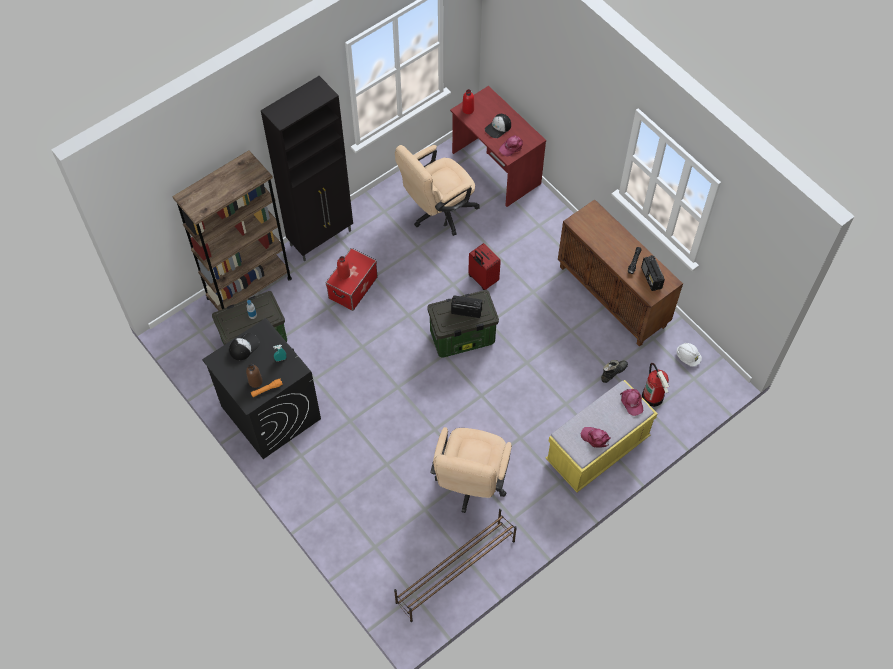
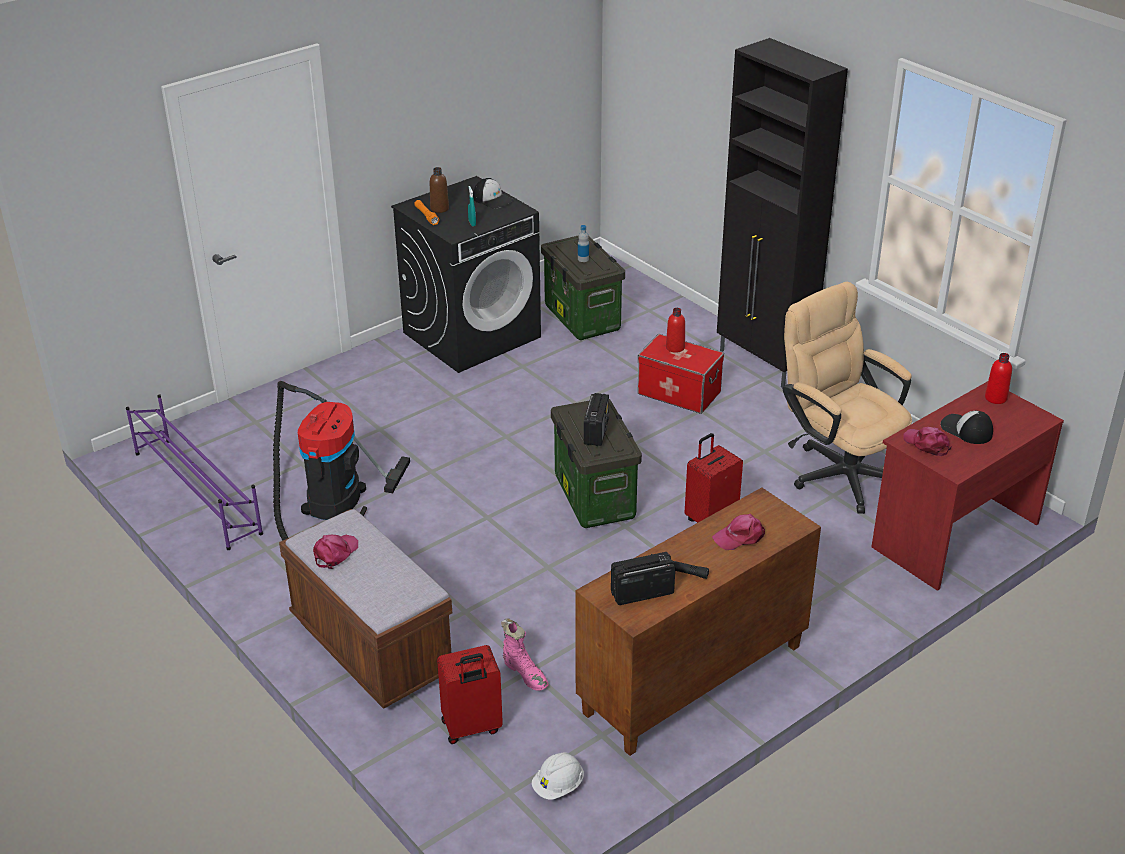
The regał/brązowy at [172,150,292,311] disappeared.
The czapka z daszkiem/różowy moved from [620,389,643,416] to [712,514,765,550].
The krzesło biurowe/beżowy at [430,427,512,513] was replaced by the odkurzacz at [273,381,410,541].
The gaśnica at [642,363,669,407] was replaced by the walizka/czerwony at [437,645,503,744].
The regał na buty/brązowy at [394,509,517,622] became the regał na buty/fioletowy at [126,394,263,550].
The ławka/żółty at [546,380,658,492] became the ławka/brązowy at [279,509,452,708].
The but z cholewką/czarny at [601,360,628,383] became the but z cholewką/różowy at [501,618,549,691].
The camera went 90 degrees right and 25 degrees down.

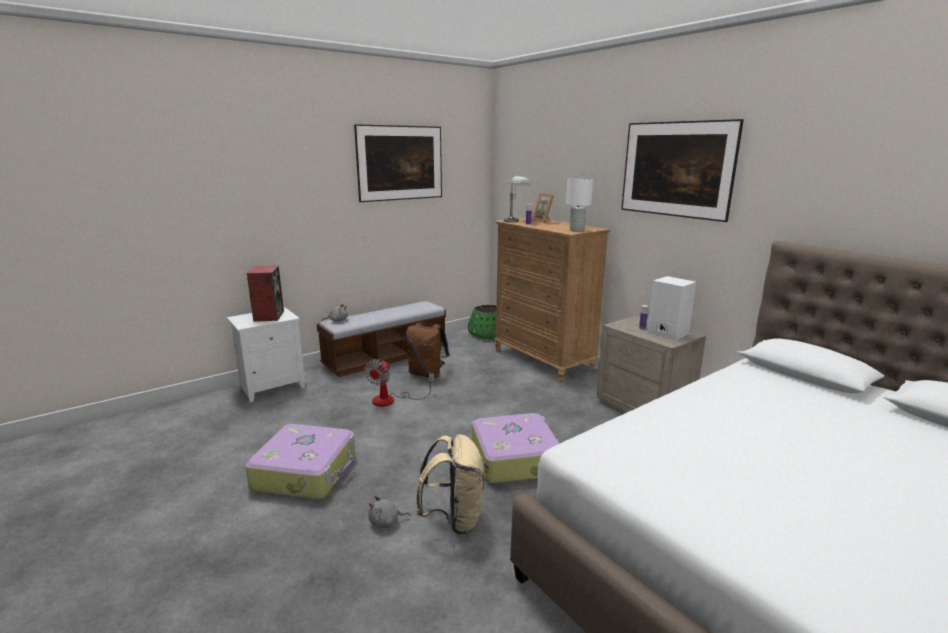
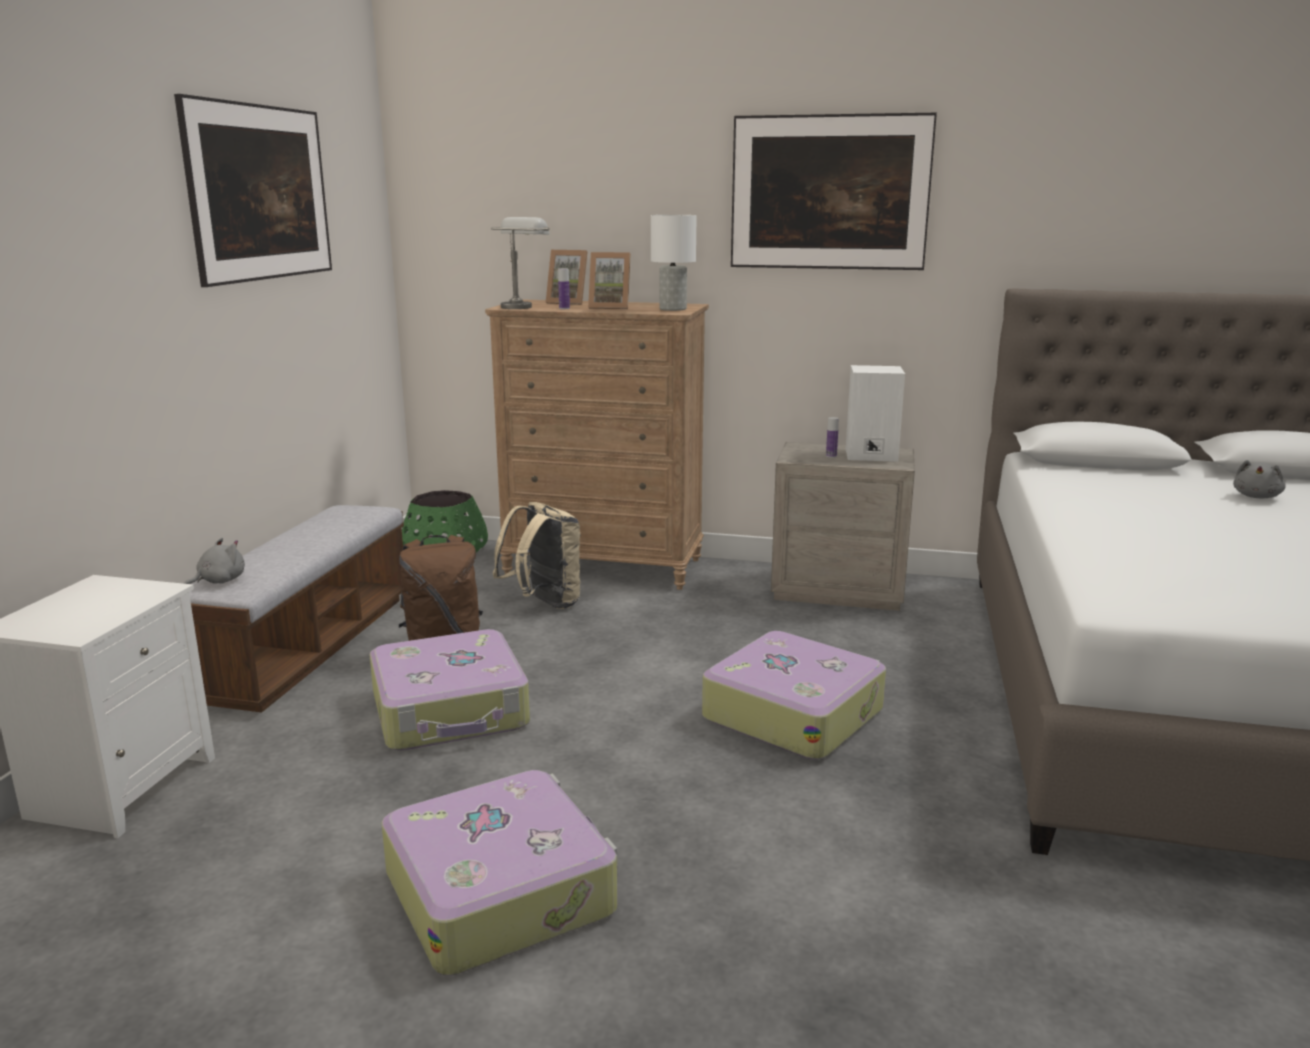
The głośnik at [247,266,284,322] disappeared.
The ramka na zdjęcie at [588,252,631,309] appeared.
The pluszak/szary moved from [368,495,411,528] to [1233,460,1286,498].
The plecak/beżowy moved from [416,434,484,535] to [493,502,581,609].
The wentylator at [364,359,434,407] was replaced by the walizka at [370,629,530,751].
The camera went 40 degrees left and 0 degrees up.

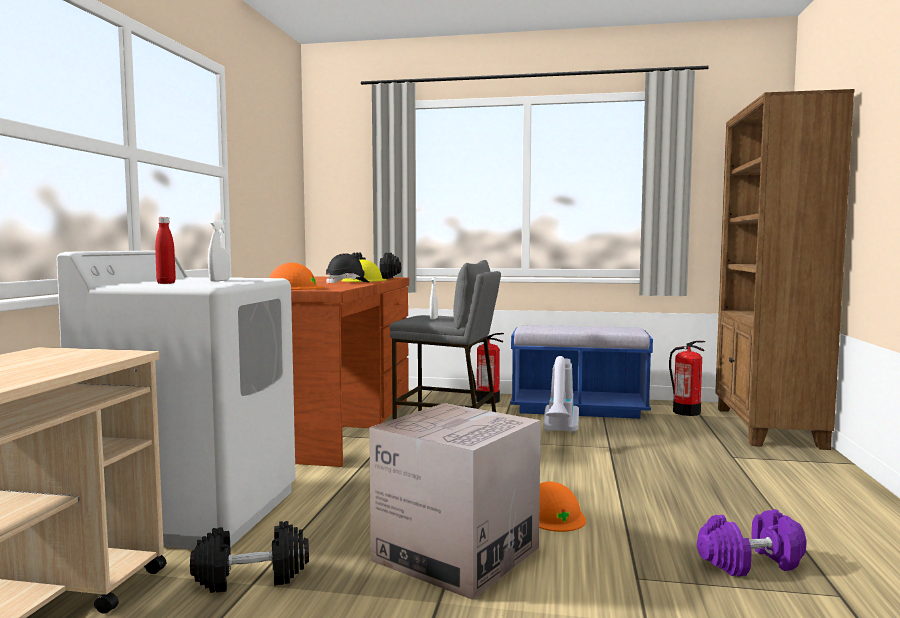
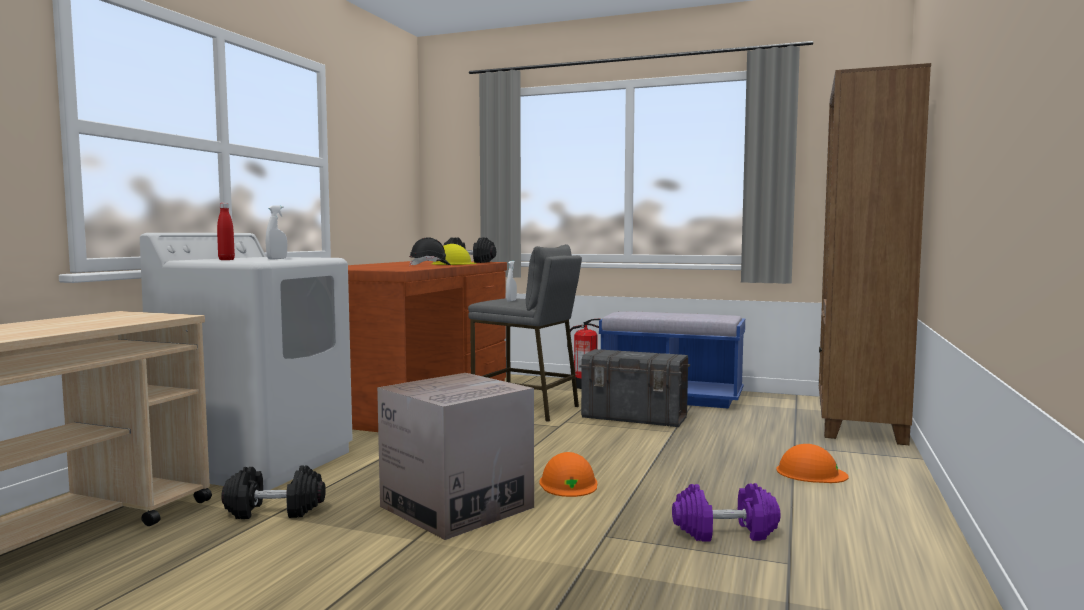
The gaśnica at [669,341,705,416] disappeared.
The kask/pomarańczowy moved from [269,263,325,290] to [776,444,849,483].
The odkurzacz at [543,356,579,434] was replaced by the pojemnik do przechowywania/szary at [579,349,690,427].
The camera went 10 degrees right and 0 degrees up.

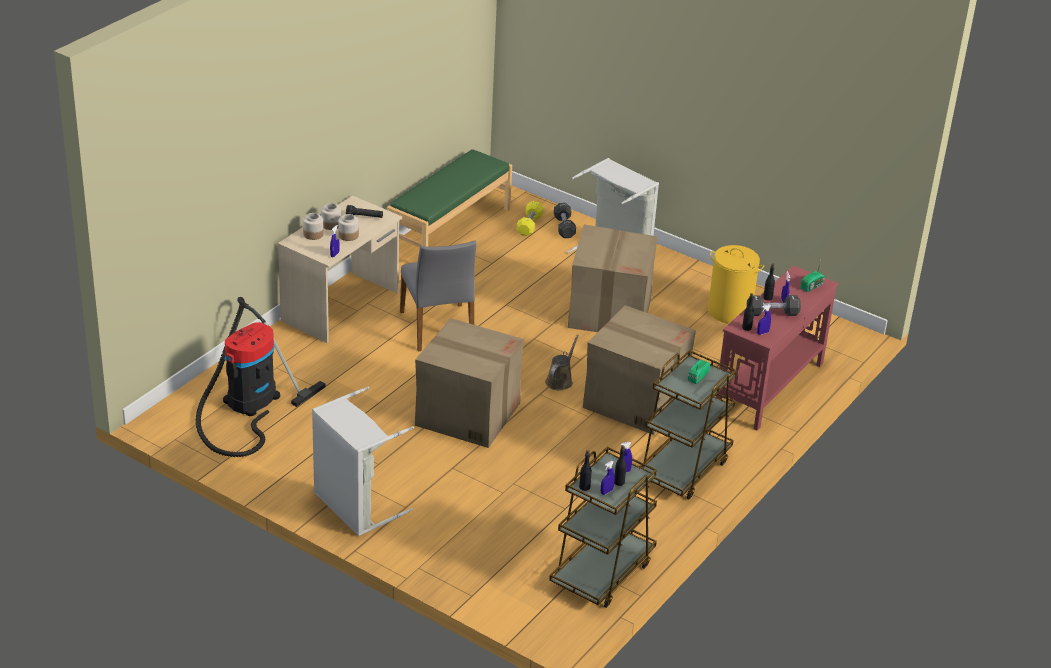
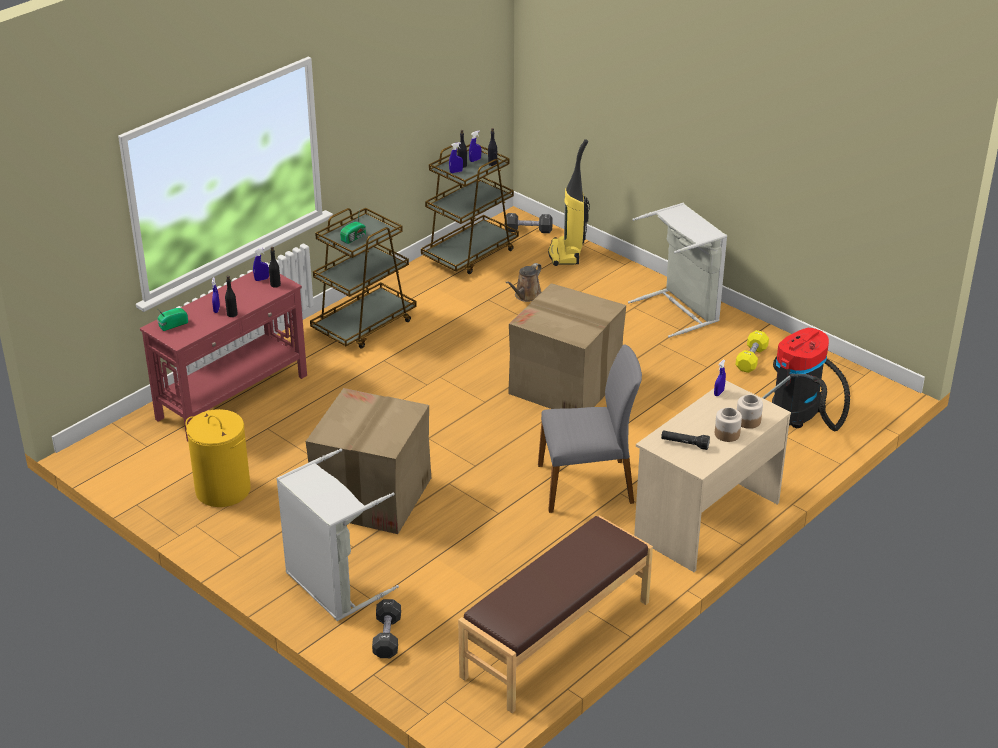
The słoik at [338,214,359,241] disappeared.
The karton at [583,305,696,435] disappeared.
The odkurzacz at [548,139,590,266] appeared.
The hantel/żółty moved from [516,201,544,236] to [736,330,769,373].
The konewka/brązowy moved from [545,335,579,391] to [505,263,541,302].
The hantel/czarny moved from [746,295,801,316] to [505,213,553,233].
The ławka/zielony at [387,149,512,248] became the ławka/brązowy at [458,515,653,713].
The krzesło/szary at [400,240,476,351] turned 90 degrees clockwise.
The camera went 170 degrees left and 0 degrees up.

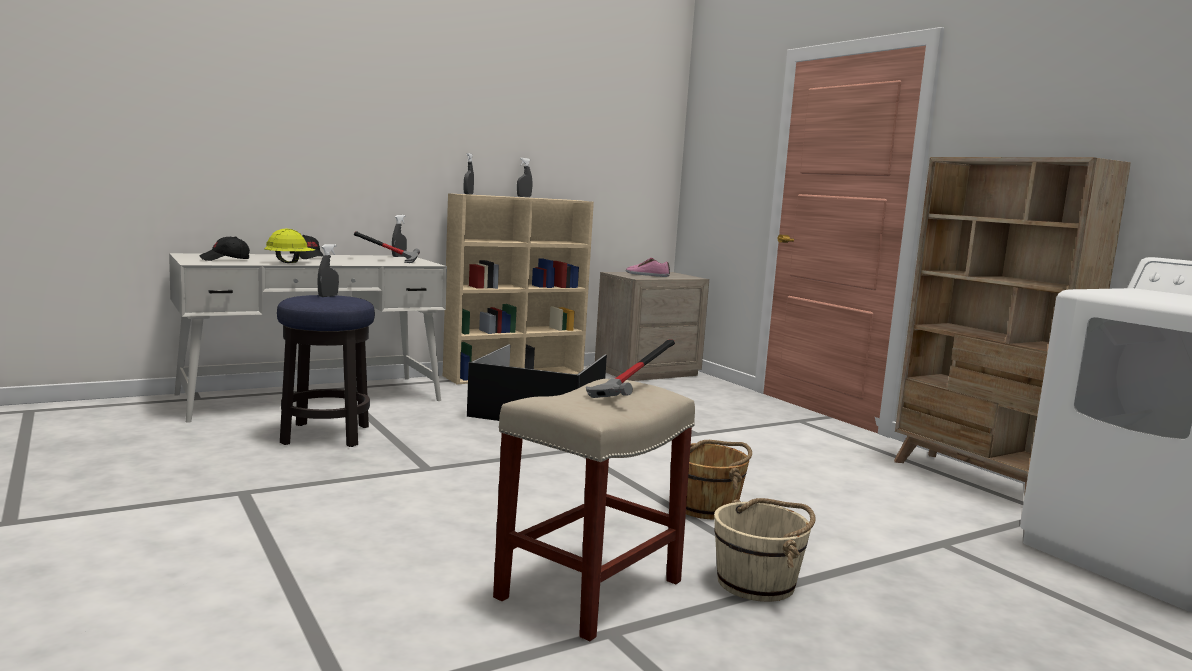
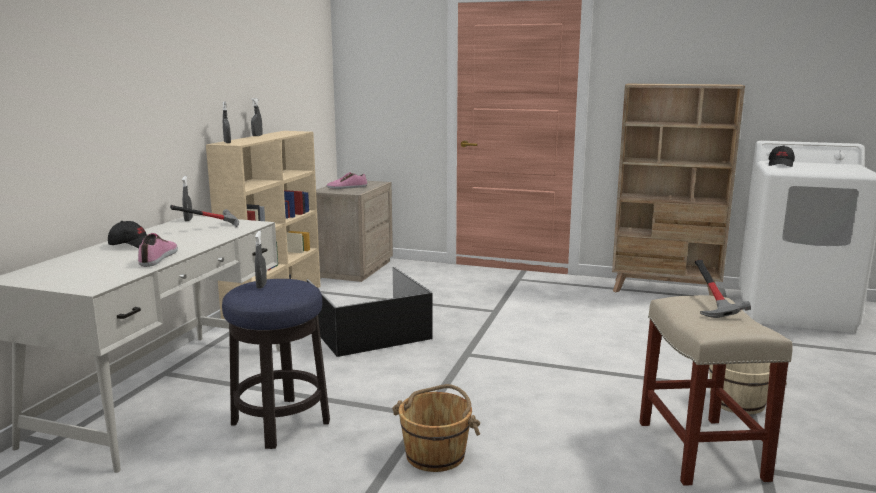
The czapka z daszkiem/czarny moved from [199,236,250,261] to [769,145,795,167].
The wiadro/brązowy moved from [686,440,752,519] to [392,384,480,472].
The kask/żółty at [264,228,315,263] was replaced by the but at [138,233,178,267].
The camera went 40 degrees left and 5 degrees up.

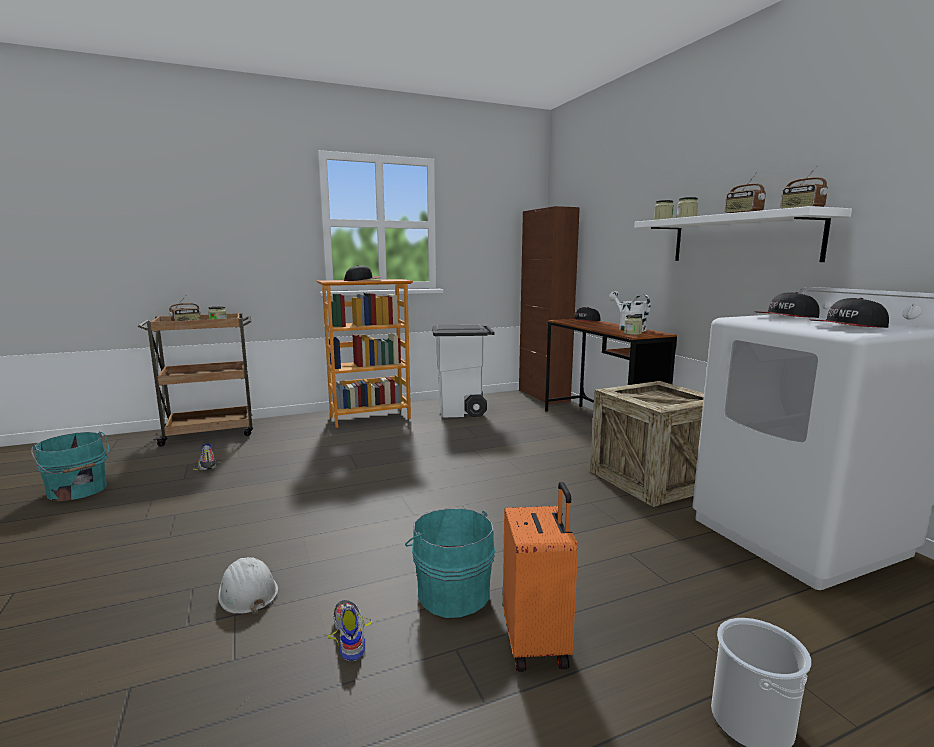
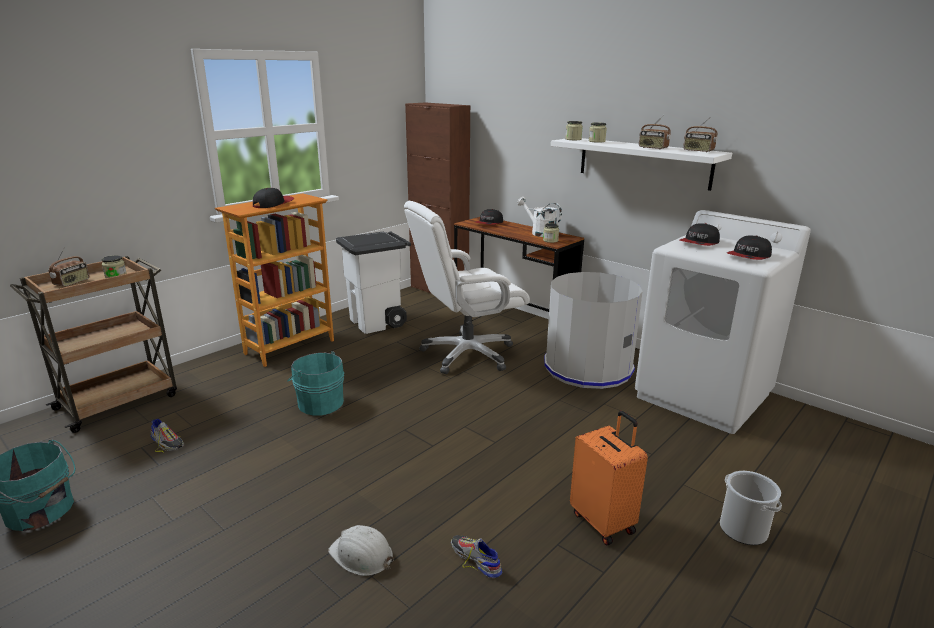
The krzesło biurowe/biały at [404,201,530,374] appeared.
The wiadro/turkusowy moved from [405,508,495,618] to [287,351,344,416].
The skrzynka at [590,381,704,507] was replaced by the kosz na śmieci/szary at [544,272,643,389].
The camera went 25 degrees left and 10 degrees up.

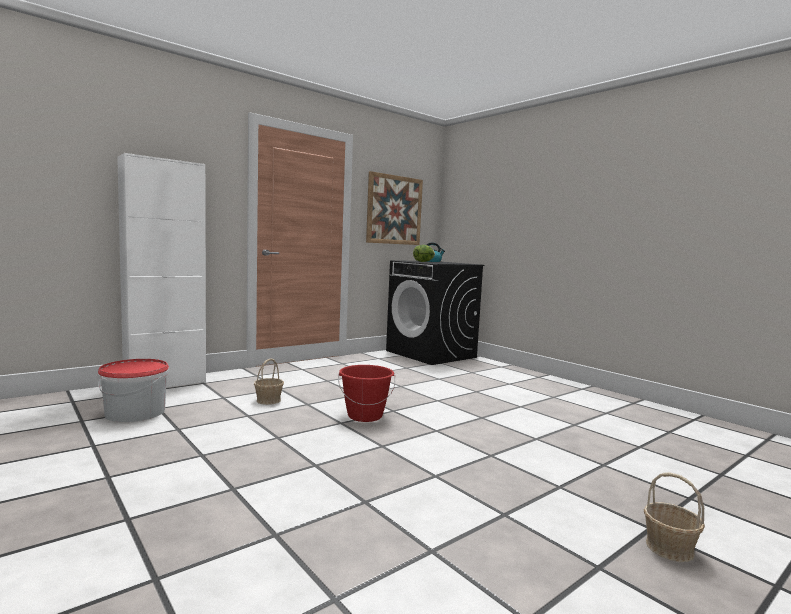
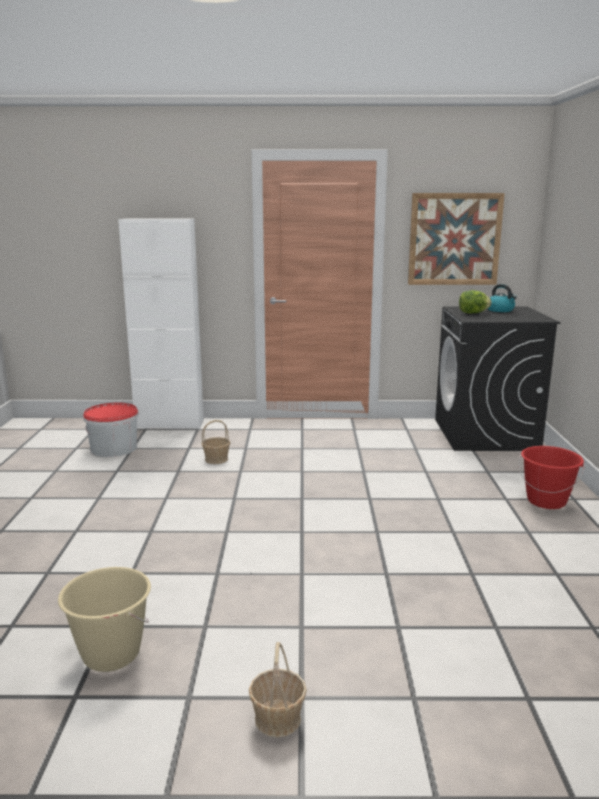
The wiadro/beżowy at [58,567,151,672] appeared.
The wiadro/czerwony moved from [338,365,395,422] to [519,446,585,509].
The camera went 40 degrees right and 10 degrees up.

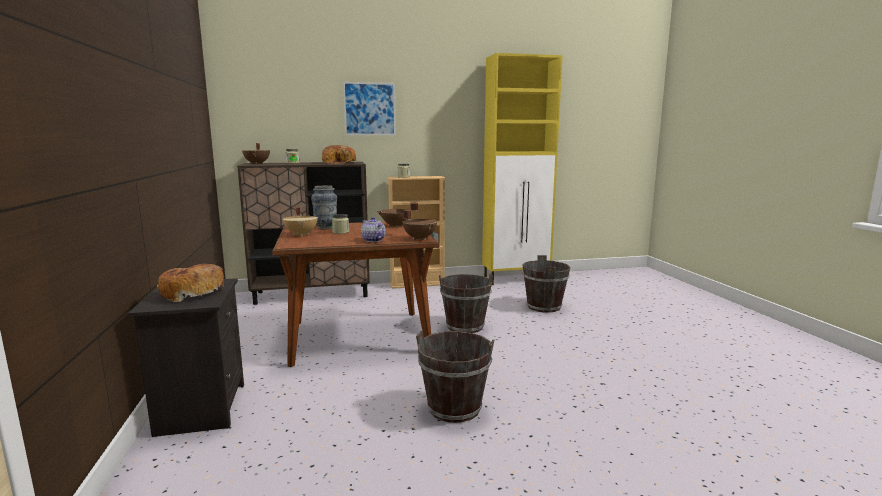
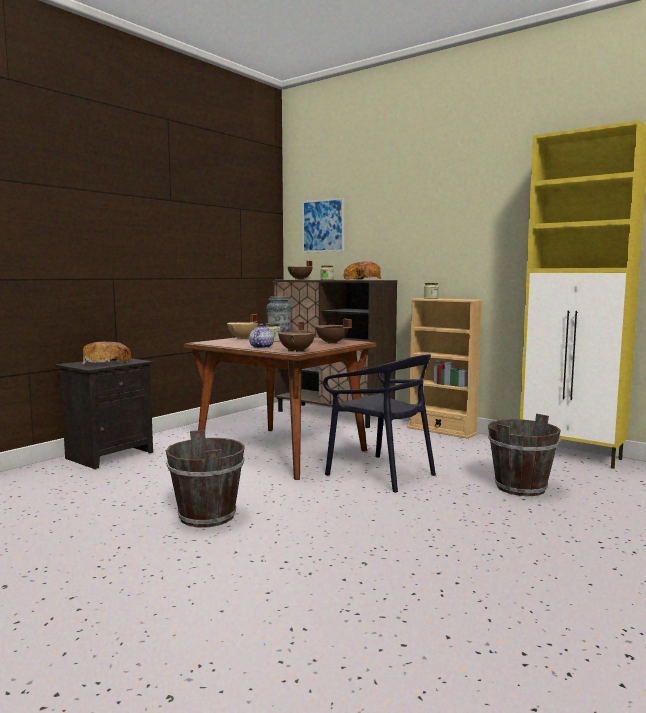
The obraz moved from [343,82,396,135] to [302,197,344,253].
The wiadro/brązowy at [439,273,493,333] was replaced by the krzesło/czarny at [323,354,436,493].
The camera went 50 degrees right and 5 degrees down.

